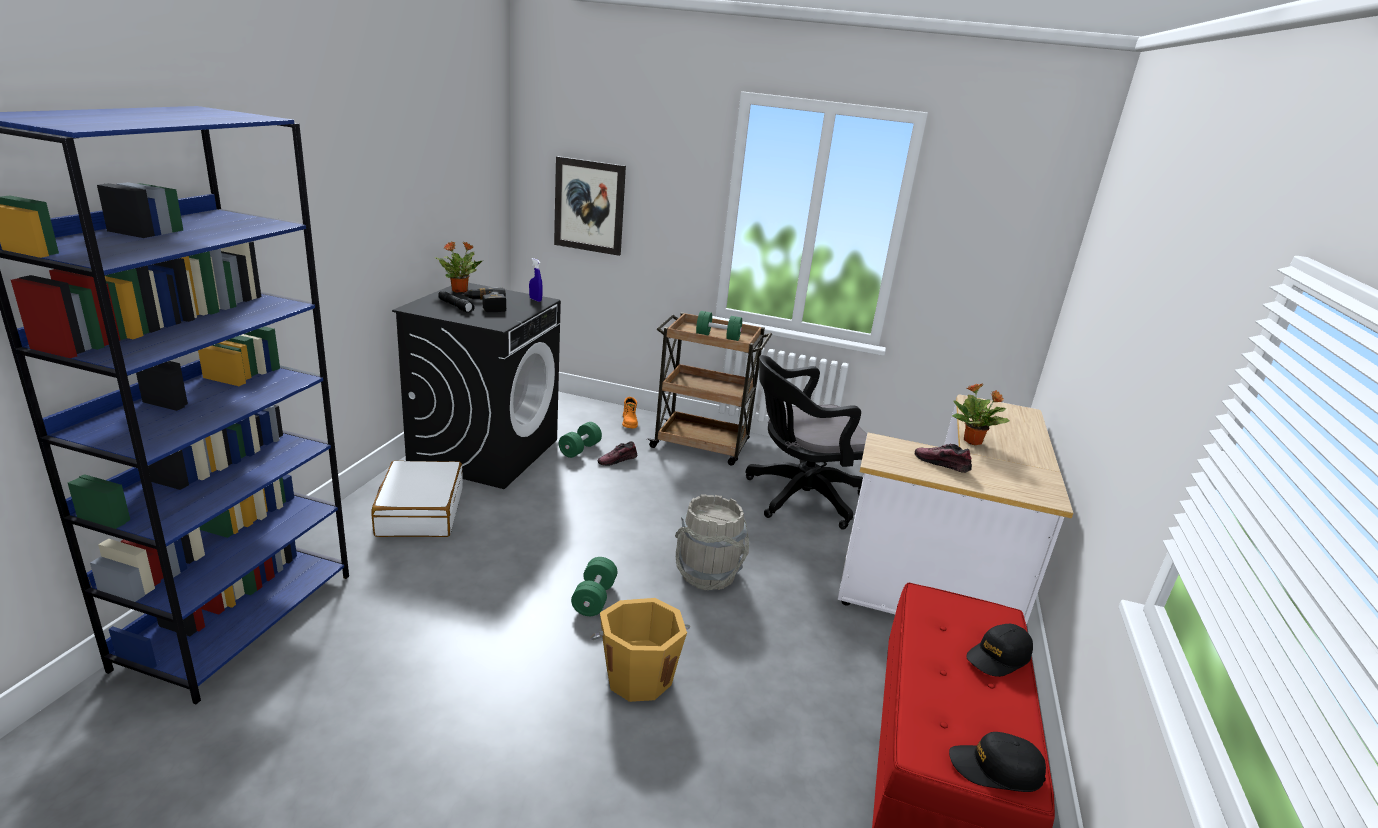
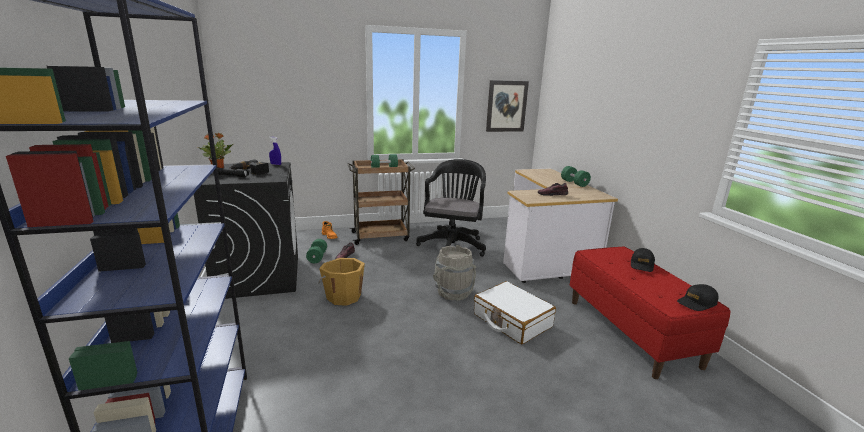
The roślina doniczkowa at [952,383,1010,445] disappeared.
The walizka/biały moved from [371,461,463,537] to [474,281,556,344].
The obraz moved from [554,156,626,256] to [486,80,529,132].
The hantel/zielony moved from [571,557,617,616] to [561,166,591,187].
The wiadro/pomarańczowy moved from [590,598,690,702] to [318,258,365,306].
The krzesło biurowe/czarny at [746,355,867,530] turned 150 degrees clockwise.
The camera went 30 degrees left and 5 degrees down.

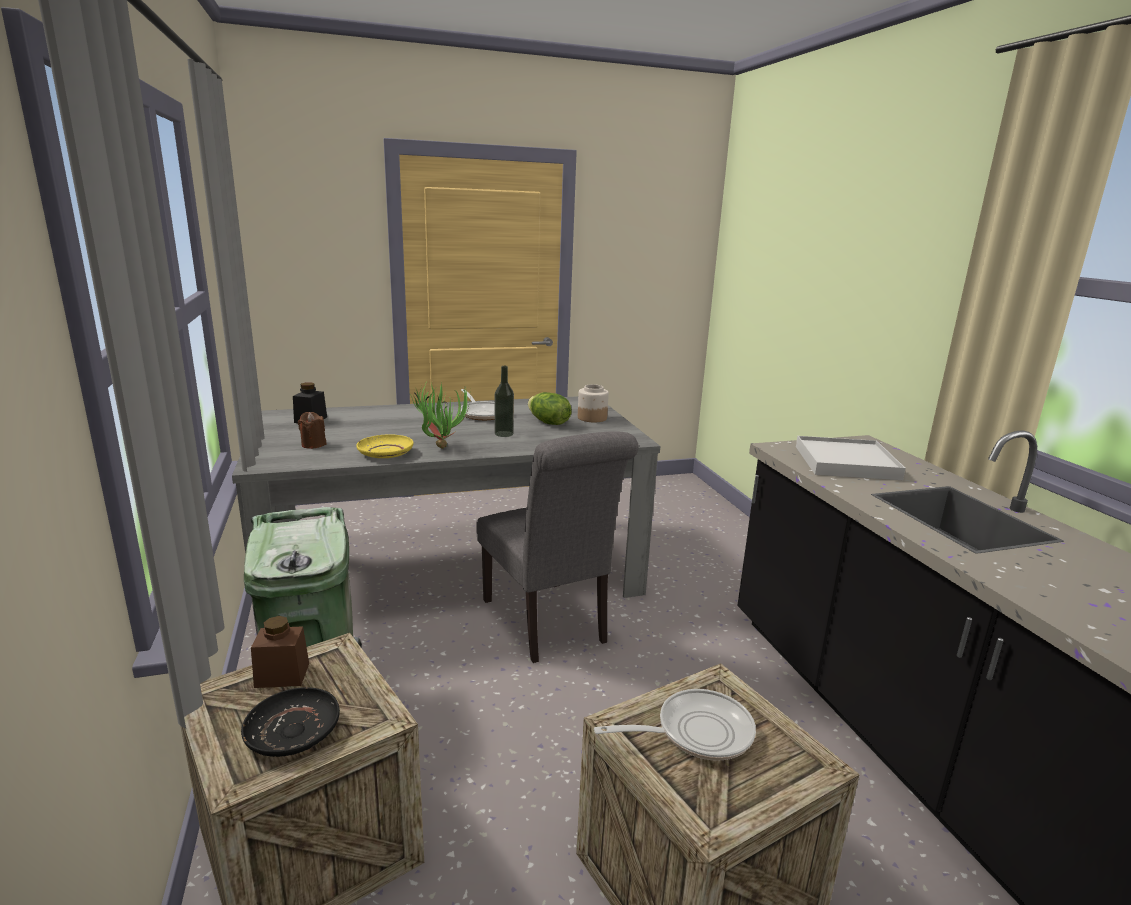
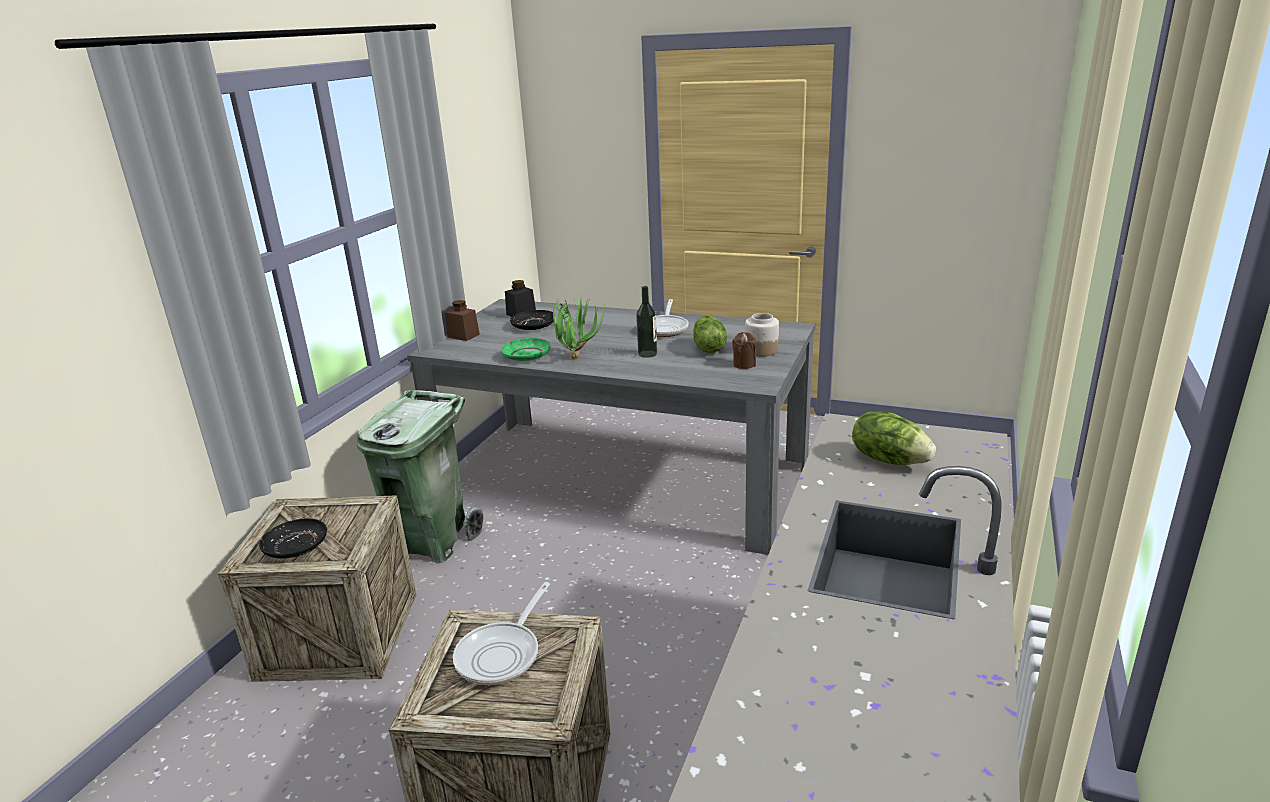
The krzesło/szary at [476,431,639,663] disappeared.
The talerz/czarny at [510,310,554,330] appeared.
The słoik/brązowy moved from [251,616,309,688] to [445,300,480,341].
The świeca/brązowy moved from [298,412,327,449] to [732,332,756,369].
The taca/biały at [796,436,906,480] was replaced by the sałata at [852,411,936,465].
The talerz/żółty at [356,435,414,458] became the talerz/zielony at [501,338,550,361].
The patelnia at [594,689,756,761] turned 90 degrees clockwise.
The camera went 40 degrees right and 5 degrees up.

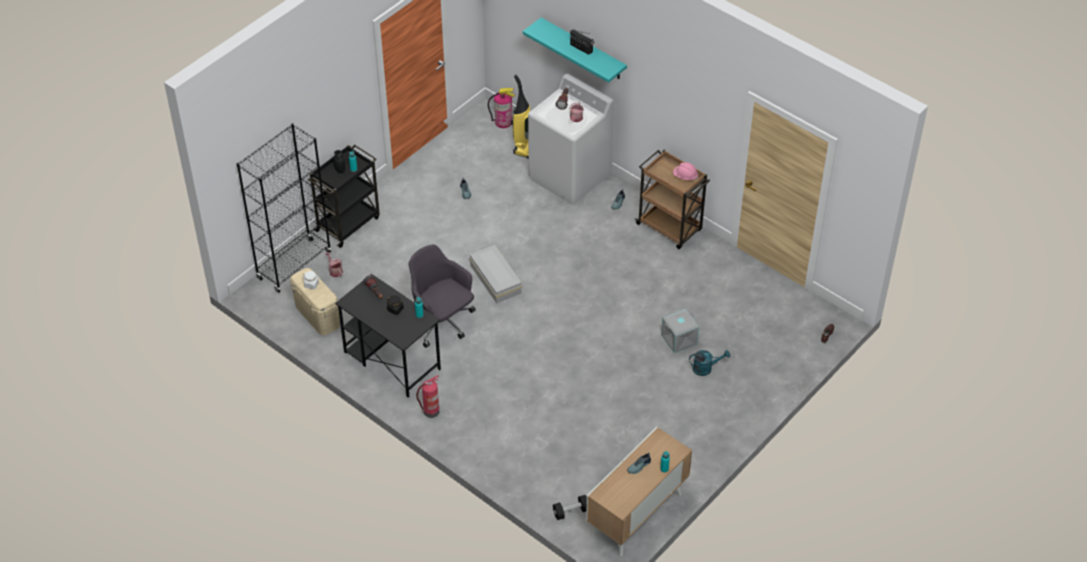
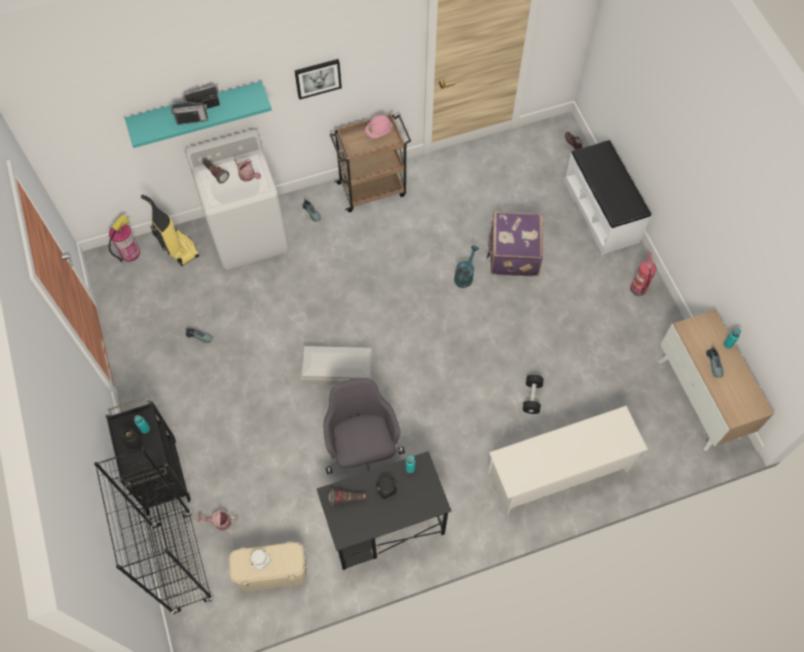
The radio at [170,101,208,125] appeared.
The obraz at [295,59,342,100] appeared.
The regał na buty/biały at [487,405,648,514] appeared.
The ławka/biały at [564,140,651,255] appeared.
The gaśnica moved from [416,375,439,418] to [630,252,656,296].
The hantel/czarny moved from [553,495,587,520] to [523,375,544,414].
The konewka/turkusowy moved from [689,350,730,376] to [454,245,479,288].
The pojemnik do przechowywania/szary at [661,309,699,353] was replaced by the walizka/fioletowy at [486,211,543,277].
The krzesło biurowe/szary at [409,245,476,348] turned 90 degrees clockwise.
The camera went 60 degrees left and 15 degrees up.

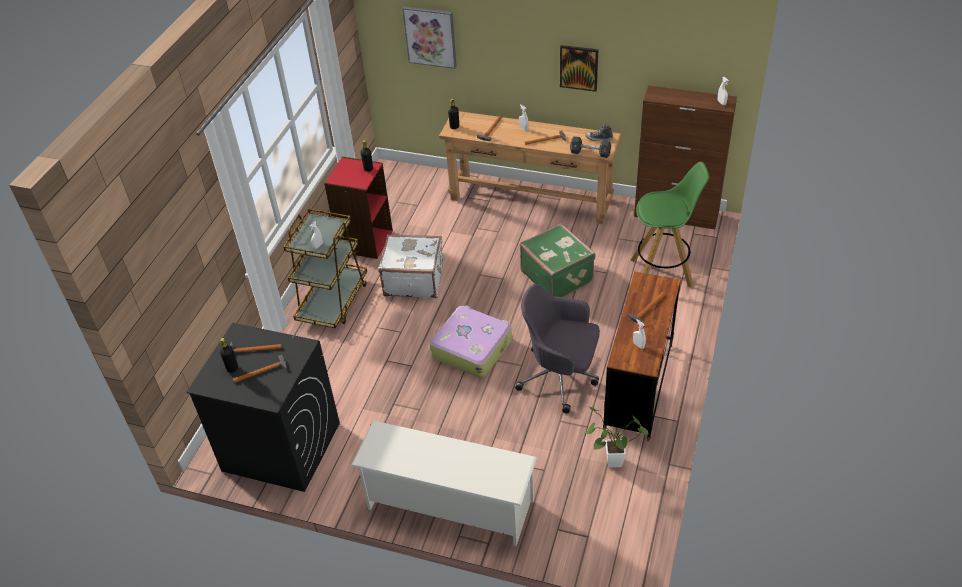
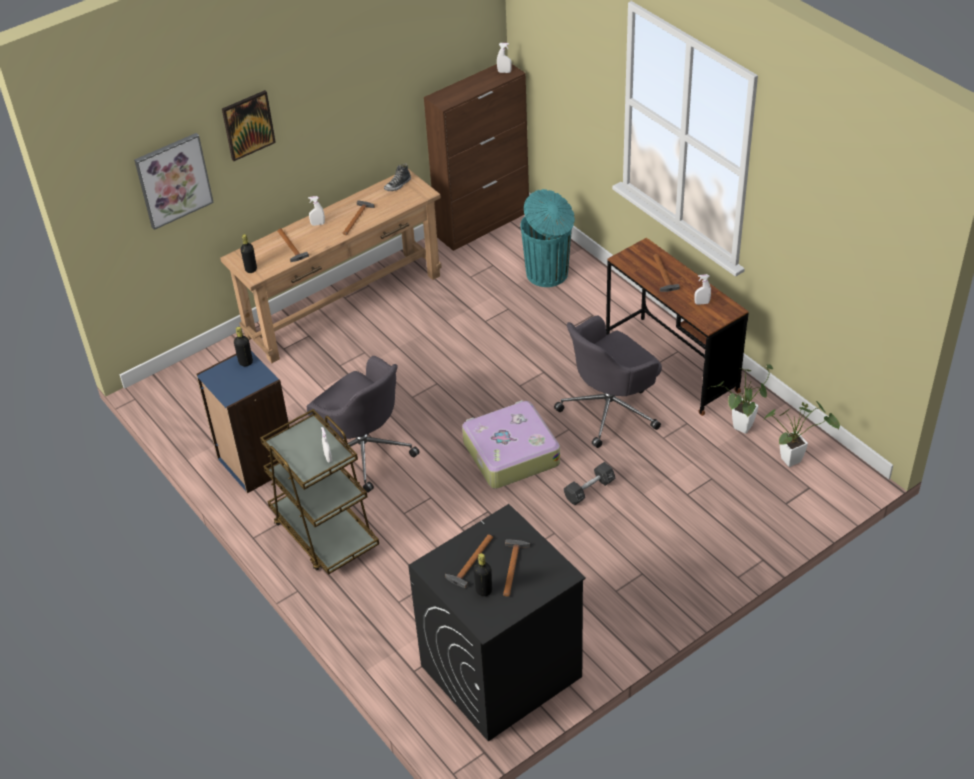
The regał na buty/biały at [351,420,537,546] disappeared.
The walizka/zielony at [520,223,595,297] disappeared.
The roślina doniczkowa at [764,401,840,467] appeared.
The obraz moved from [560,45,598,92] to [222,90,276,161].
The hantel/czarny moved from [570,136,611,158] to [564,462,615,505].
The walizka/biały at [378,234,443,298] was replaced by the krzesło biurowe/szary at [307,356,420,493].
The stołek/zielony at [630,162,710,288] was replaced by the kosz na śmieci/turkusowy at [521,189,575,287].
The regał/czerwony at [324,157,393,259] became the regał/niebieski at [196,351,288,493].
The camera went 55 degrees left and 0 degrees up.

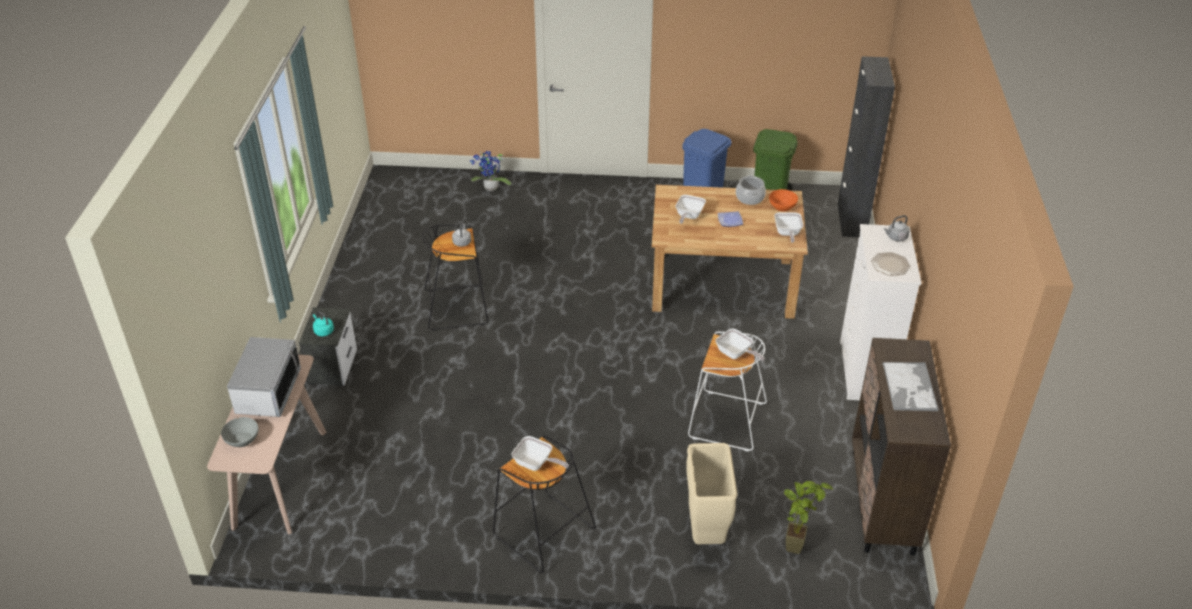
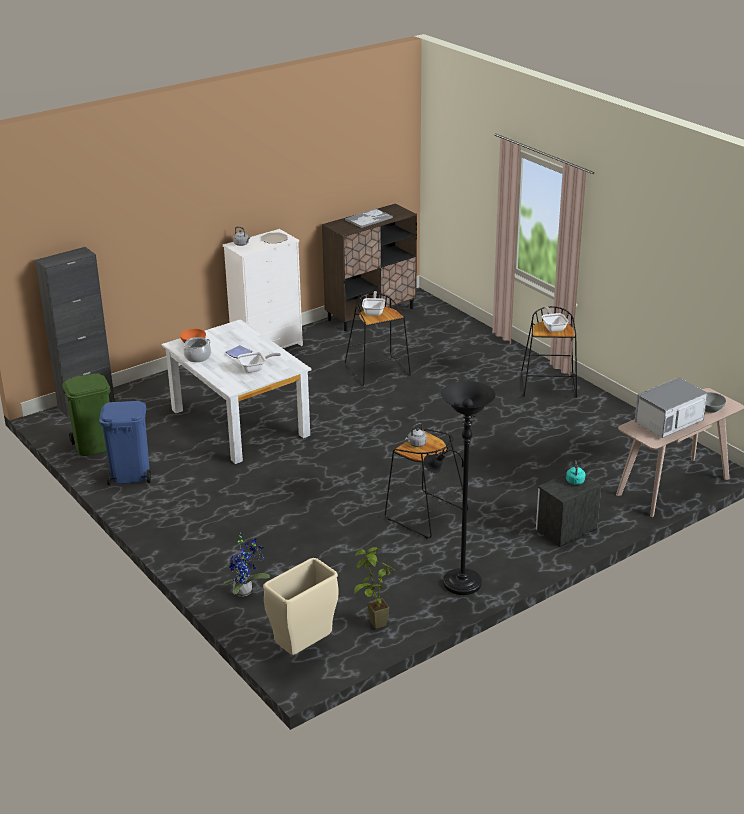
The patelnia at [774,212,803,243] disappeared.
The lampa stojąca/czarny at [424,381,495,595] appeared.
The kosz na śmieci/beżowy moved from [686,443,738,544] to [263,558,339,655].
The roślina doniczkowa moved from [784,481,833,554] to [354,547,397,629].
The stół jadalny/brązowy at [652,185,808,319] became the stół jadalny/biały at [162,319,311,464].
The stołek/biały at [688,331,767,452] became the stołek/czarny at [345,293,411,386].
The camera went 130 degrees left and 10 degrees down.

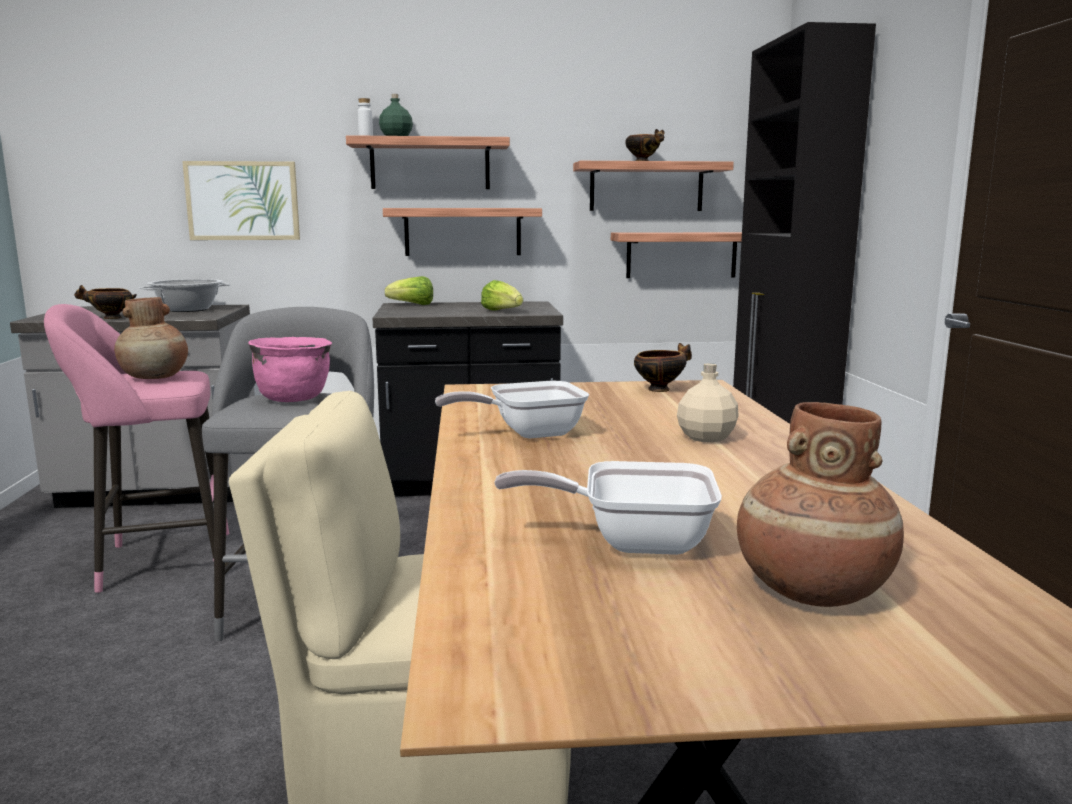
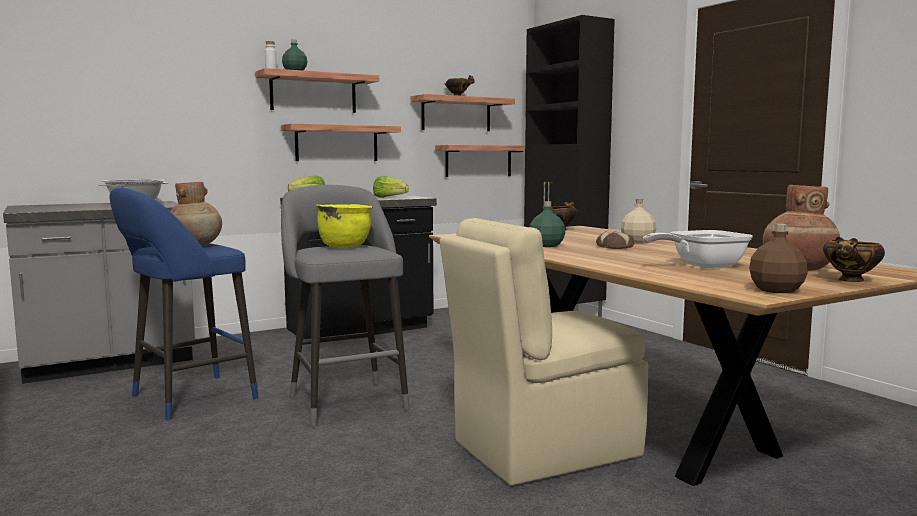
The obraz at [182,161,300,240] disappeared.
The chleb at [596,231,634,249] appeared.
The butelka/brązowy at [749,224,808,293] appeared.
The miska moved from [74,285,137,319] to [823,237,885,282].
The patelnia at [435,381,589,438] was replaced by the butelka/zielony at [530,201,565,247].
The stołek/różowy at [44,304,229,593] became the stołek/niebieski at [110,188,259,420].
The garnek/różowy at [248,337,332,402] became the garnek/żółty at [316,204,372,248].
The camera went 25 degrees left and 5 degrees down.

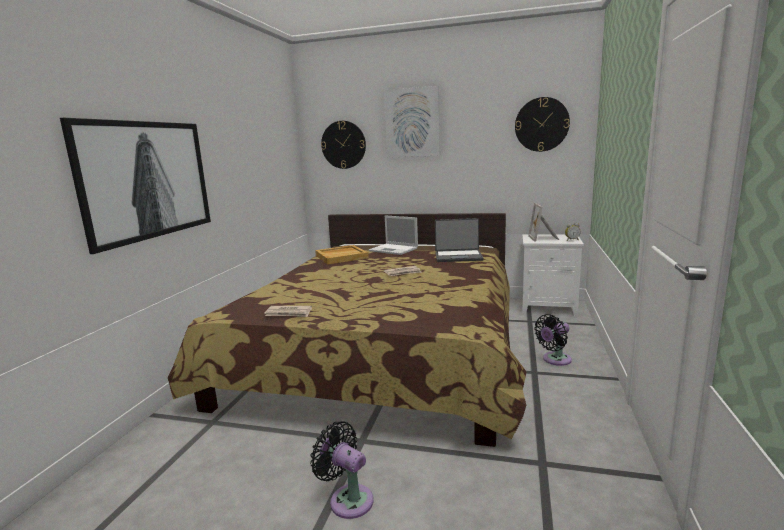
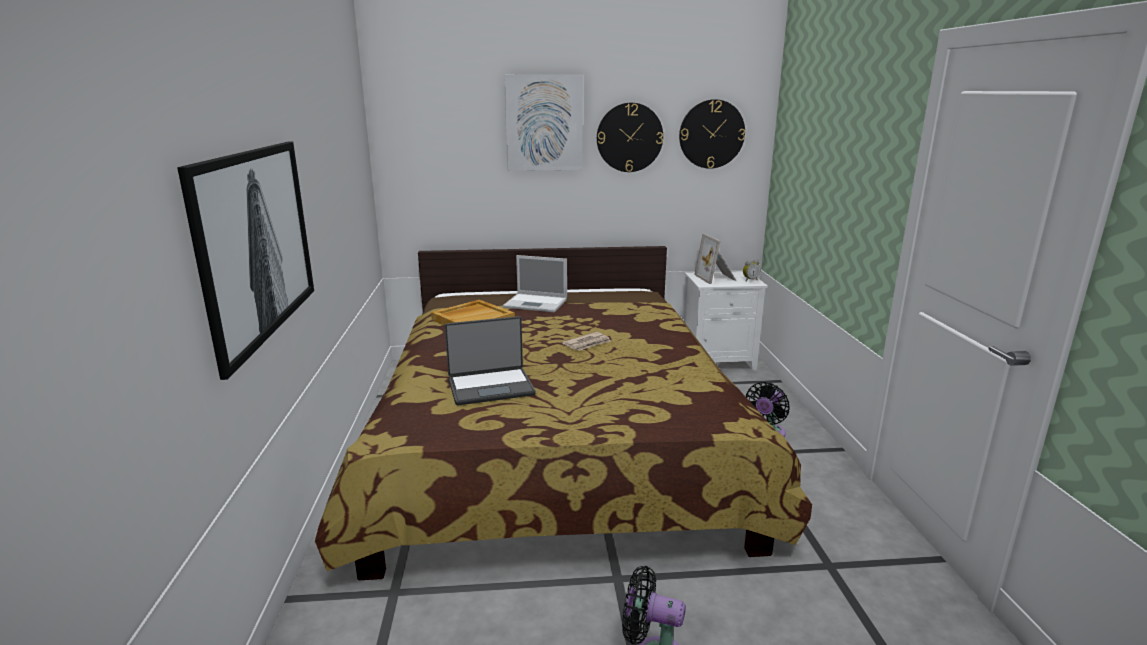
The gazeta at [264,306,312,317] disappeared.
The zegar ścienny moved from [321,121,366,169] to [597,103,663,172].
The laptop moved from [435,218,484,262] to [445,316,536,405].
The camera went 20 degrees left and 5 degrees up.

